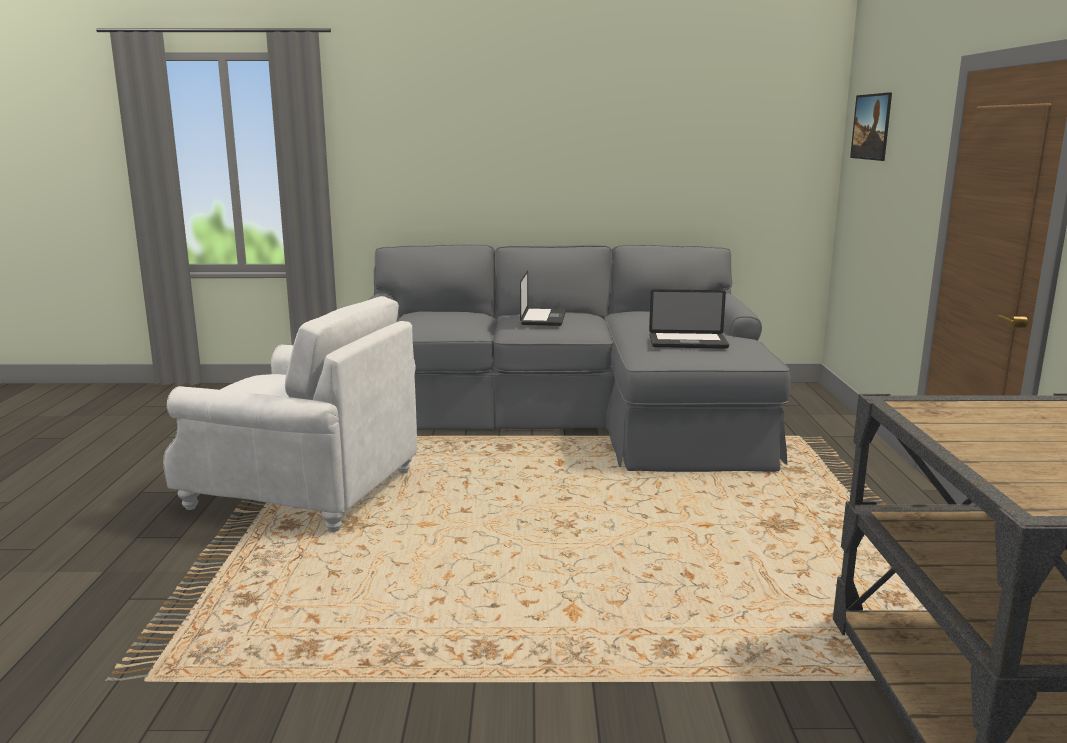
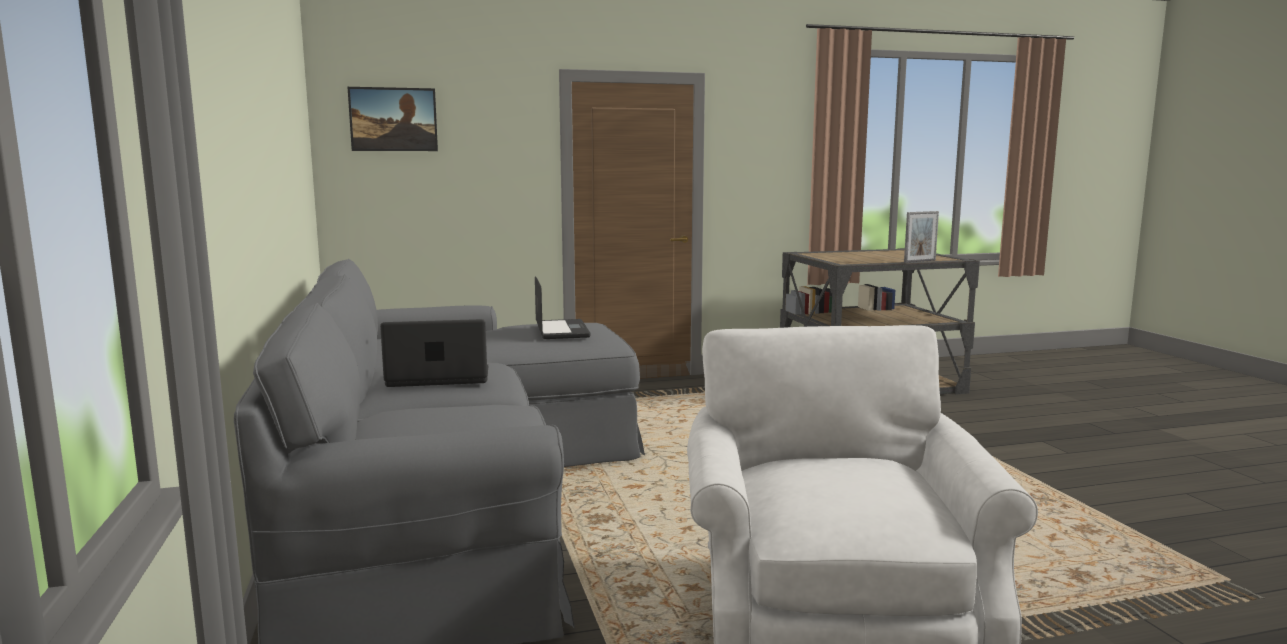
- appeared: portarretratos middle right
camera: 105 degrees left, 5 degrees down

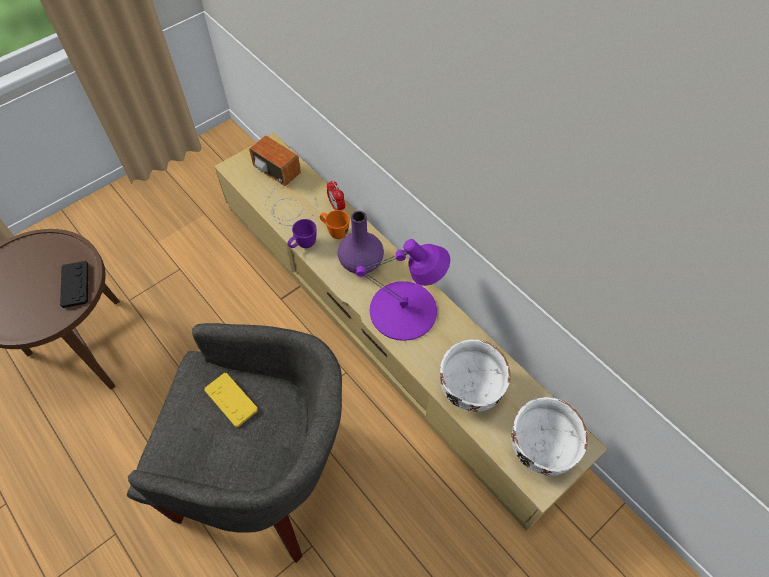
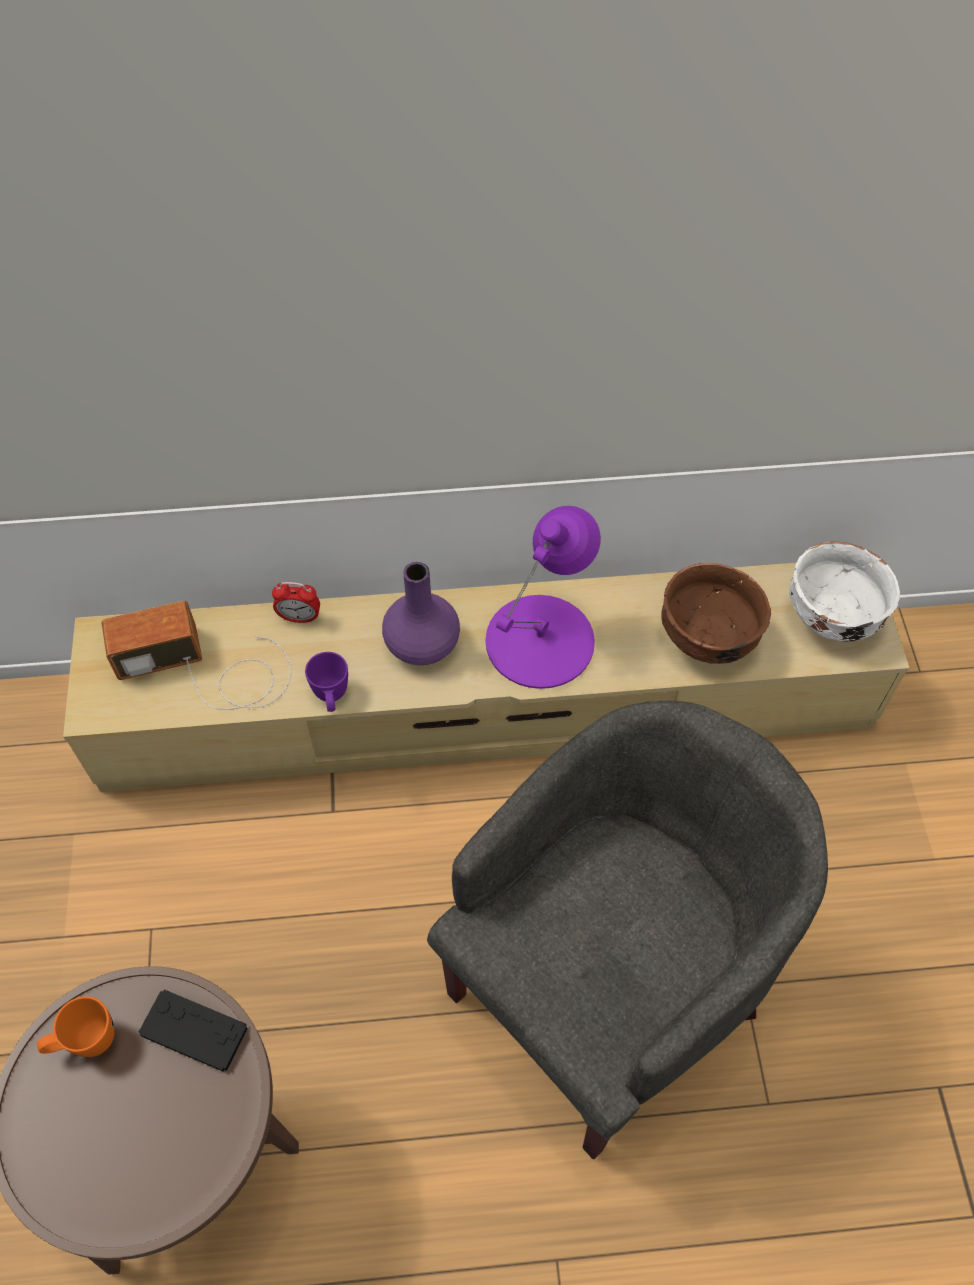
- relocated: taza grande (naranja) centre to bottom left
- colour: cuenco (blanco) (no. 1 from left) centre to cuenco (marrón) middle right
- missing: mando de consola (amarillo) bottom left
camera: 55 degrees left, 0 degrees up

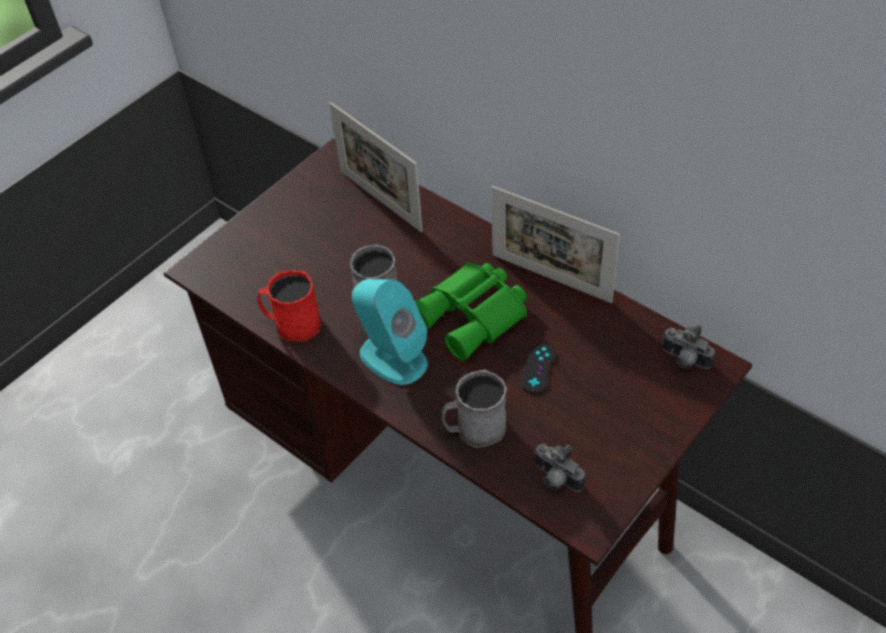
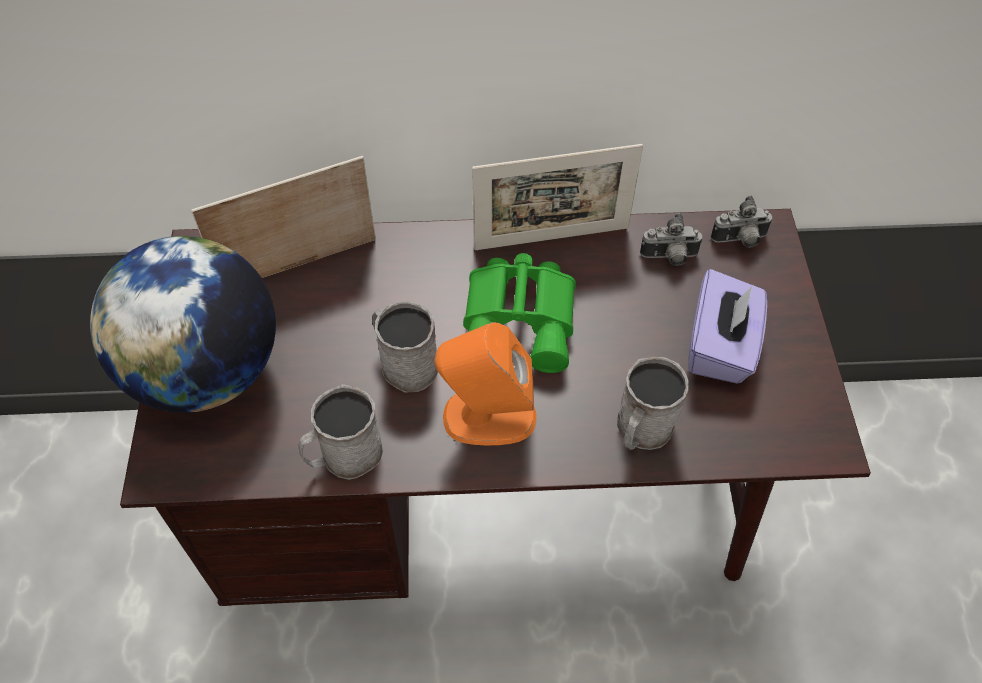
- spun: portarretratos (no. 1 from left) top centre = top left 150 degrees clockwise
- colour: taza grande (rojo) middle left to taza grande (gris) (no. 1 from left) centre
- colour: altavoz (turquesa) centre to altavoz (naranja) centre
- missing: mando de consola (negro) centre
- relocated: cámara (no. 1 from left) bottom centre to middle right
- appeared: globo terráqueo middle left
- appeared: caja de pañuelos (morado) middle right
camera: 45 degrees left, 5 degrees up

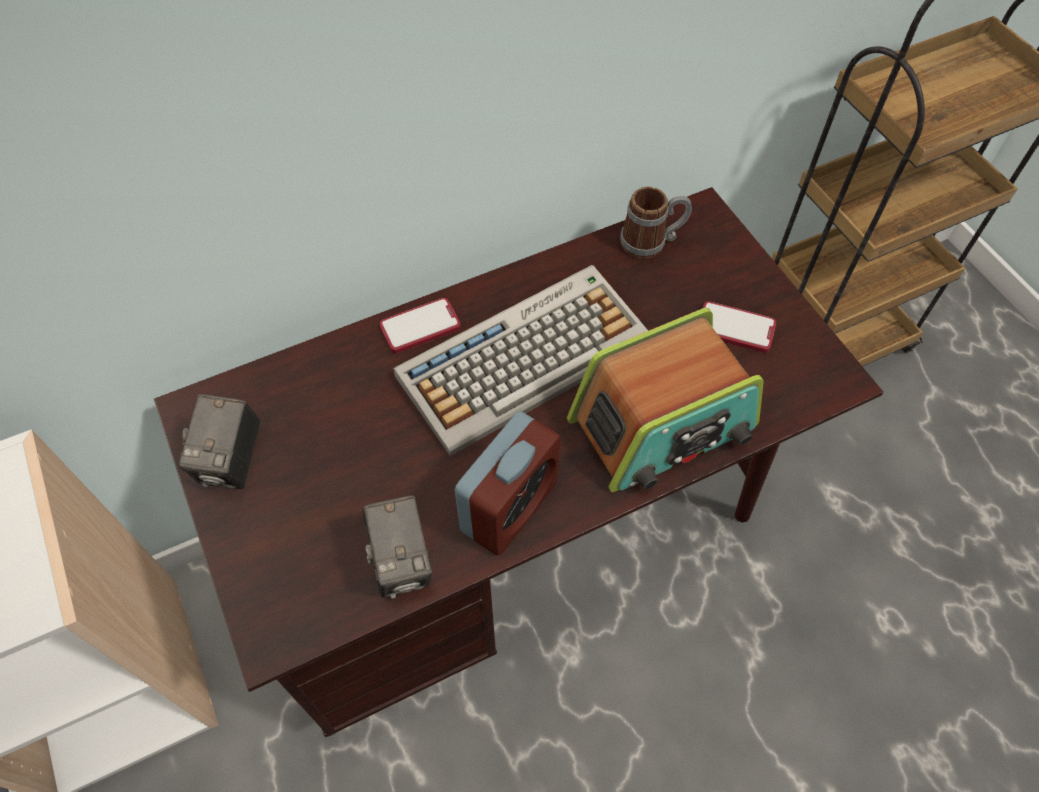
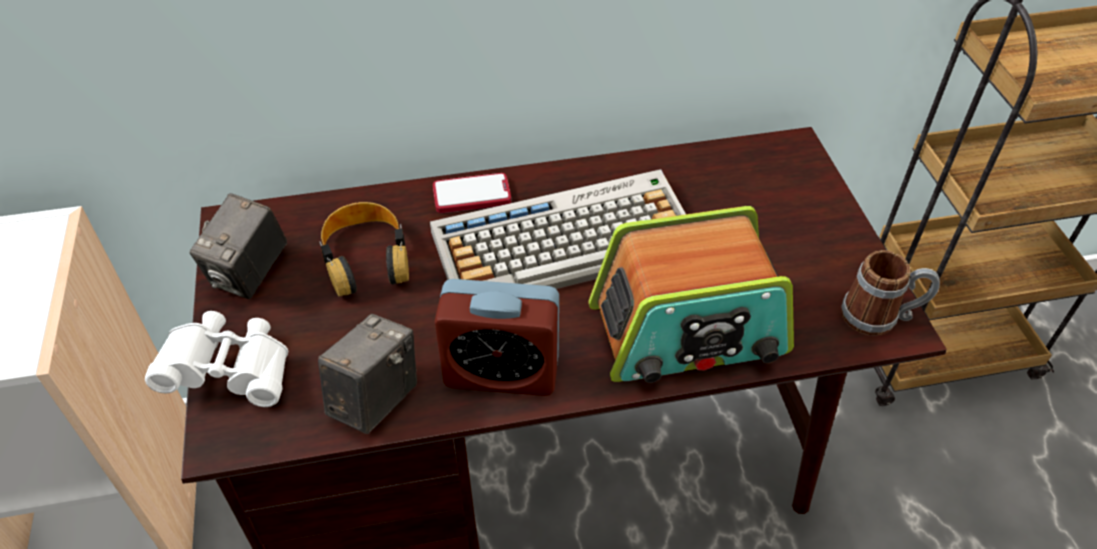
- relocated: taza grande top centre to middle right
- missing: móvil (no. 2 from left) middle right
- spun: despertador centre = centre 45 degrees clockwise
- spun: cámara (no. 2 from left) bottom centre = bottom centre 150 degrees counterclockwise
- appeared: auriculares middle left
- appeared: prismáticos (blanco) middle left
camera: 15 degrees right, 10 degrees down

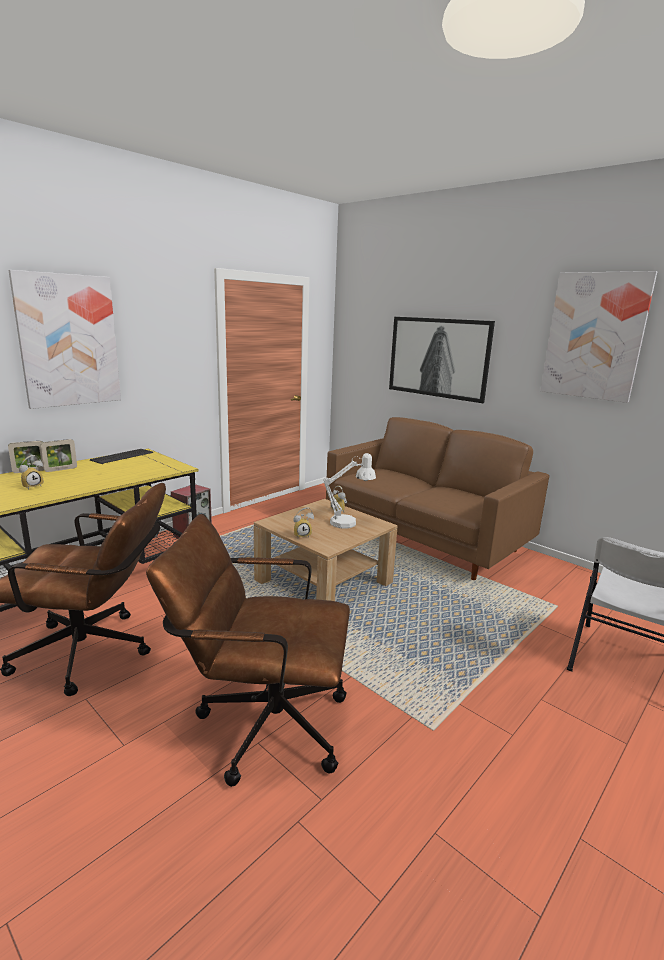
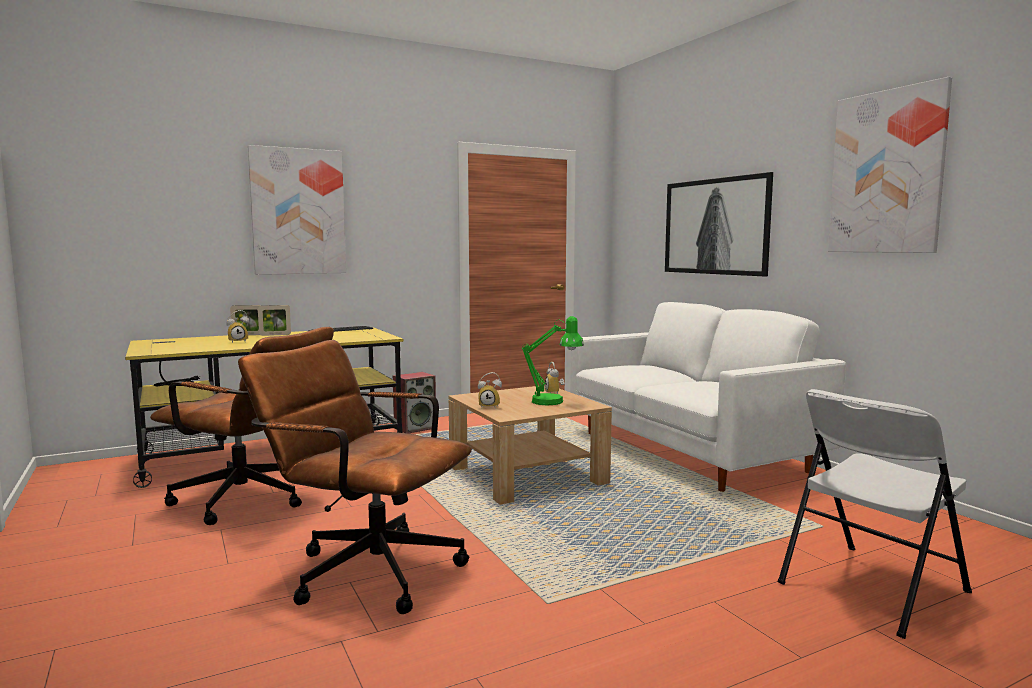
- colour: sofá (marrón) centre to sofá (blanco) middle right
- colour: lámpara de mesa (blanco) centre to lámpara de mesa (verde) centre
camera: 20 degrees right, 10 degrees down

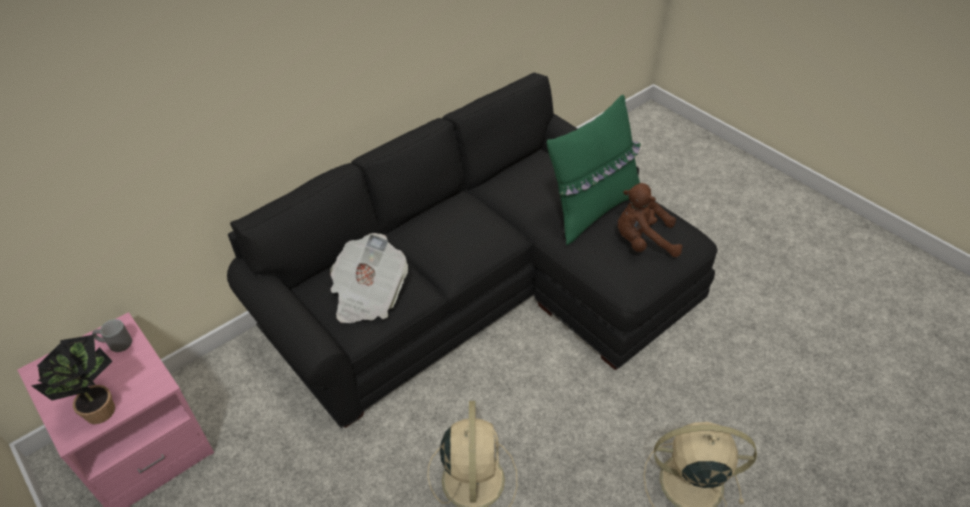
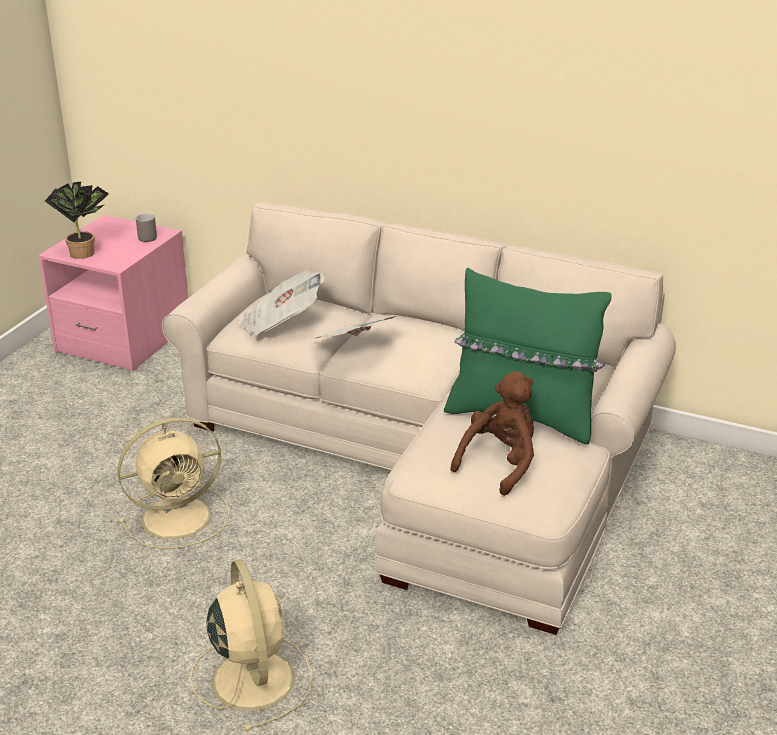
- colour: sofá (negro) centre to sofá (beis) centre
- spun: peluche (marrón) middle right = centre 60 degrees clockwise
- appeared: periódico (no. 2 from left) centre
camera: 65 degrees right, 15 degrees down

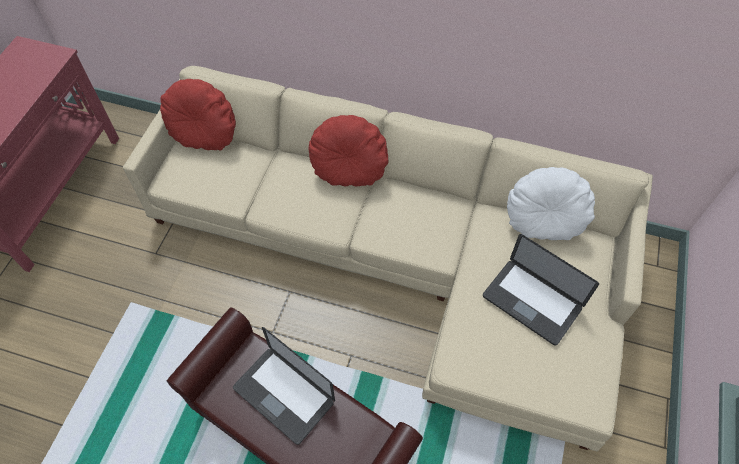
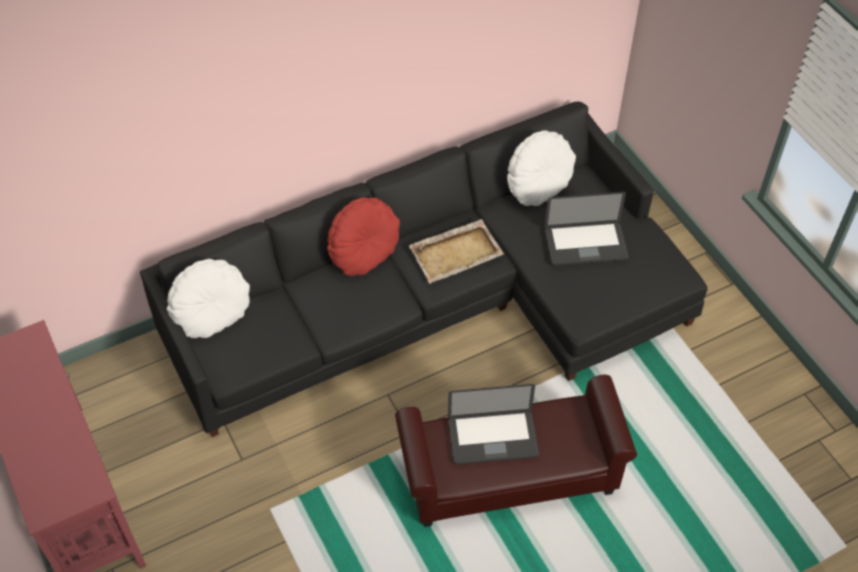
- colour: sofá (beis) centre to sofá (negro) centre
- colour: cojín (rojo) (no. 1 from left) top left to cojín (blanco) (no. 1 from left) middle left
- appeared: bandeja (beis) centre
camera: 45 degrees left, 5 degrees down

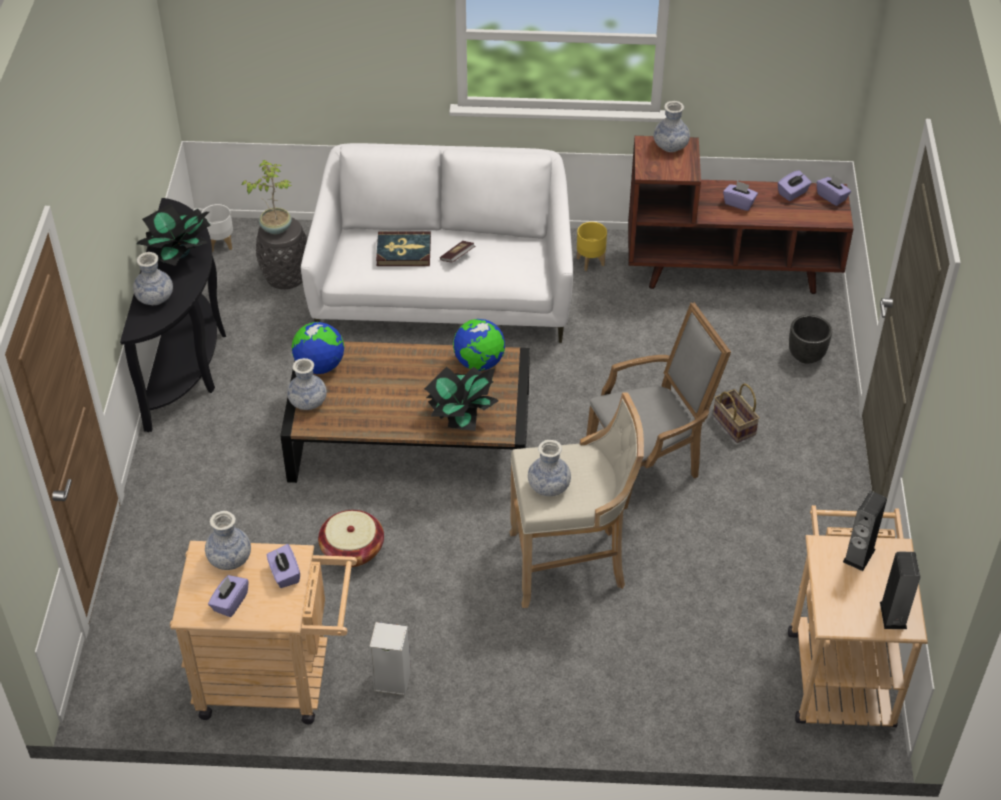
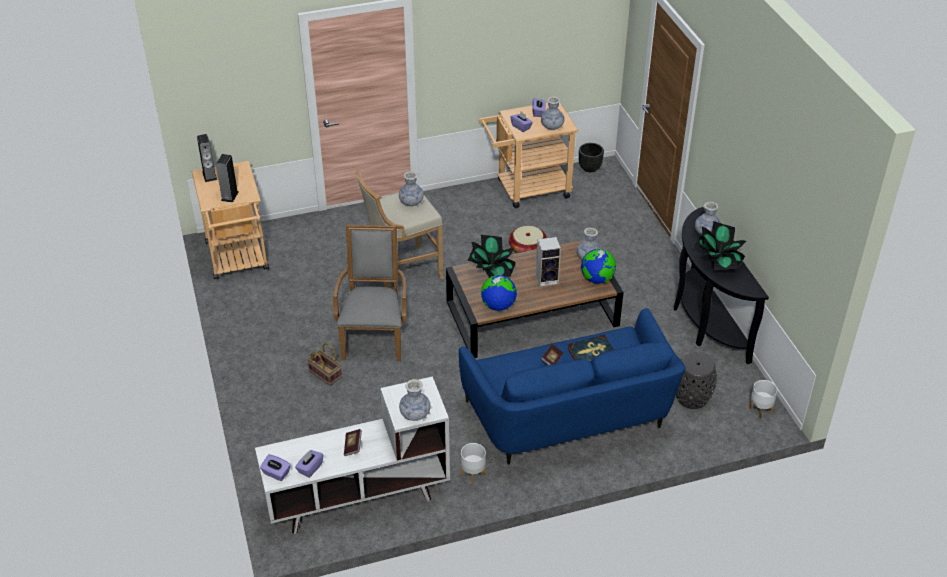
- colour: mueble de televisión (marrón) top right to mueble de televisión (blanco) bottom centre
- colour: sofá (blanco) top centre to sofá (azul) bottom centre
- missing: planta en maceta (no. 2 from left) top left
- exchanged: caja de pañuelos (morado) (no. 3 from left) top right to libro (no. 1 from left) bottom centre
- colour: maceta (amarillo) top centre to maceta (blanco) (no. 1 from left) bottom centre
- spun: sillón (gris) centre = centre 135 degrees clockwise
- relocated: maceta (negro) middle right to top centre
- relocated: altavoz (no. 1 from left in the first image) bottom centre to altavoz (no. 3 from left) centre
camera: 160 degrees right, 5 degrees down

